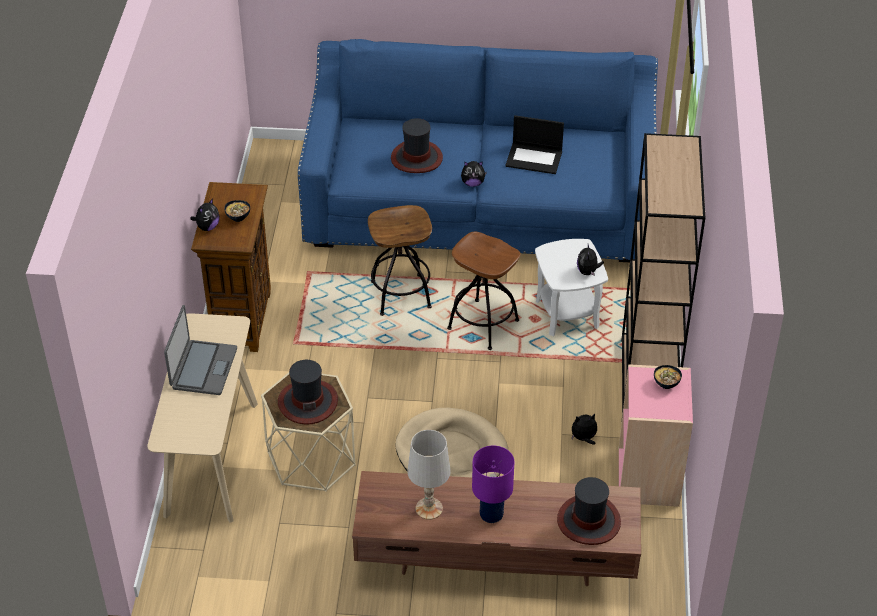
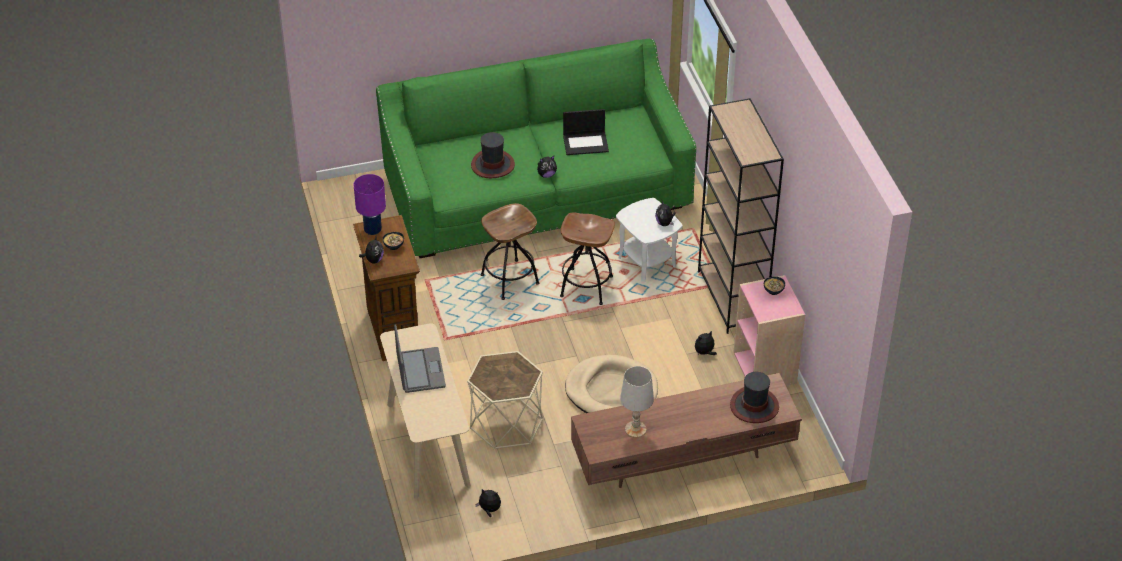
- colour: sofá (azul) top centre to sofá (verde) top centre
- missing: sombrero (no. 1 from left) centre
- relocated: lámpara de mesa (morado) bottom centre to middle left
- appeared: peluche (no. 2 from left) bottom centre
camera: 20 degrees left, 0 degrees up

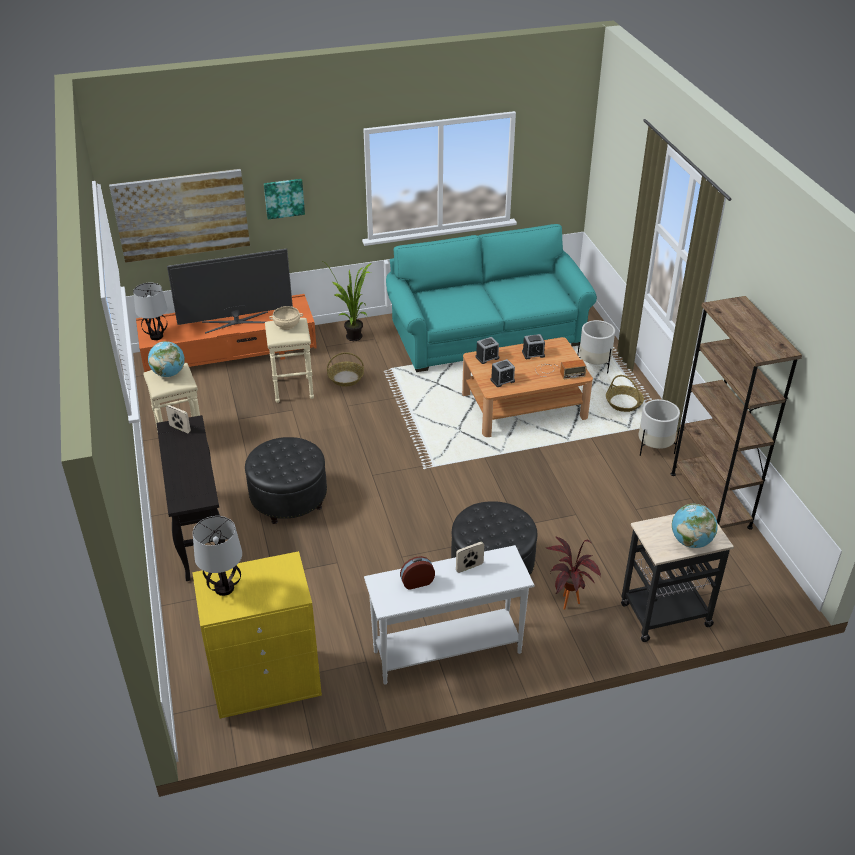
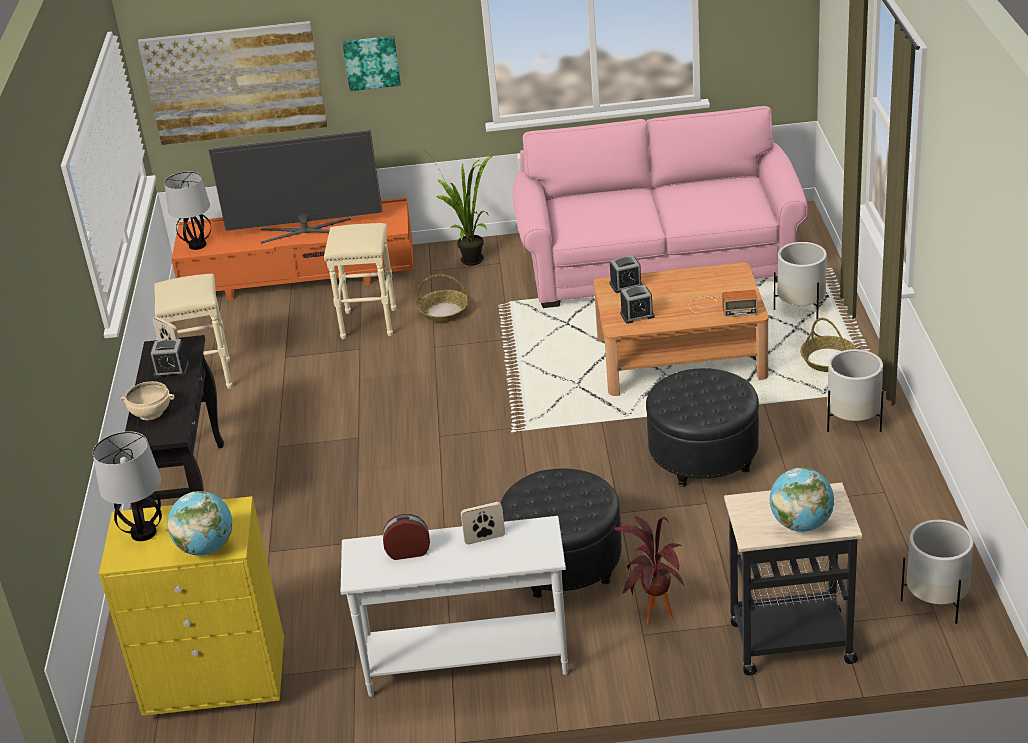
- colour: sofá (turquesa) centre to sofá (rosa) top centre
- missing: estantería (marrón) middle right
- relocated: cuenco (beis) centre to middle left
- relocated: despertador (no. 4 from left in the first image) centre to despertador (no. 1 from left) middle left
- relocated: globo terráqueo (no. 1 from left) middle left to bottom left
- relocated: puf (negro) (no. 1 from left in the first image) centre to puf (negro) (no. 2 from left) middle right
- appeared: maceta (blanco) (no. 3 from left) bottom right
camera: 15 degrees right, 5 degrees down

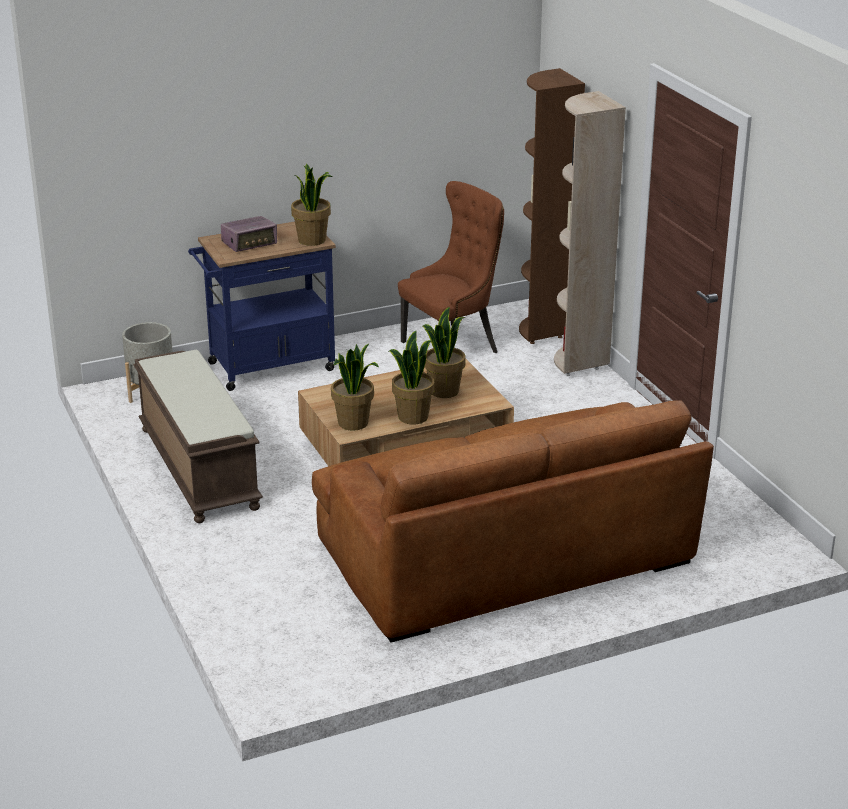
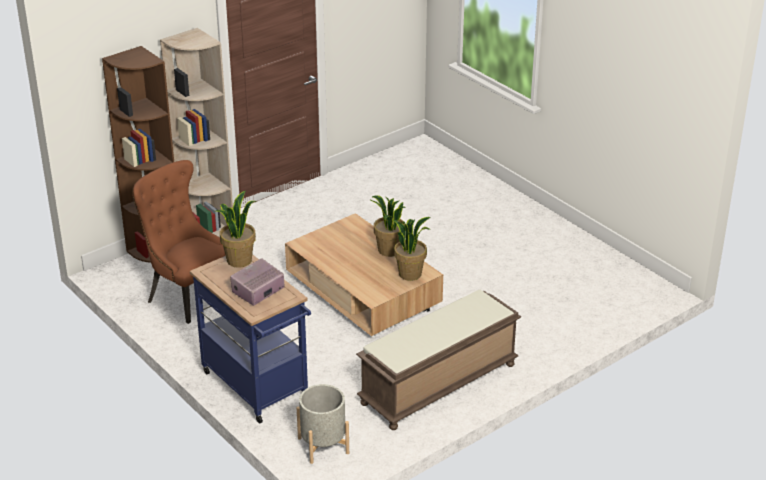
- spun: radio top left = centre 90 degrees counterclockwise
- missing: planta en maceta (no. 4 from left) centre
- missing: sofá (marrón) centre
camera: 105 degrees left, 5 degrees up

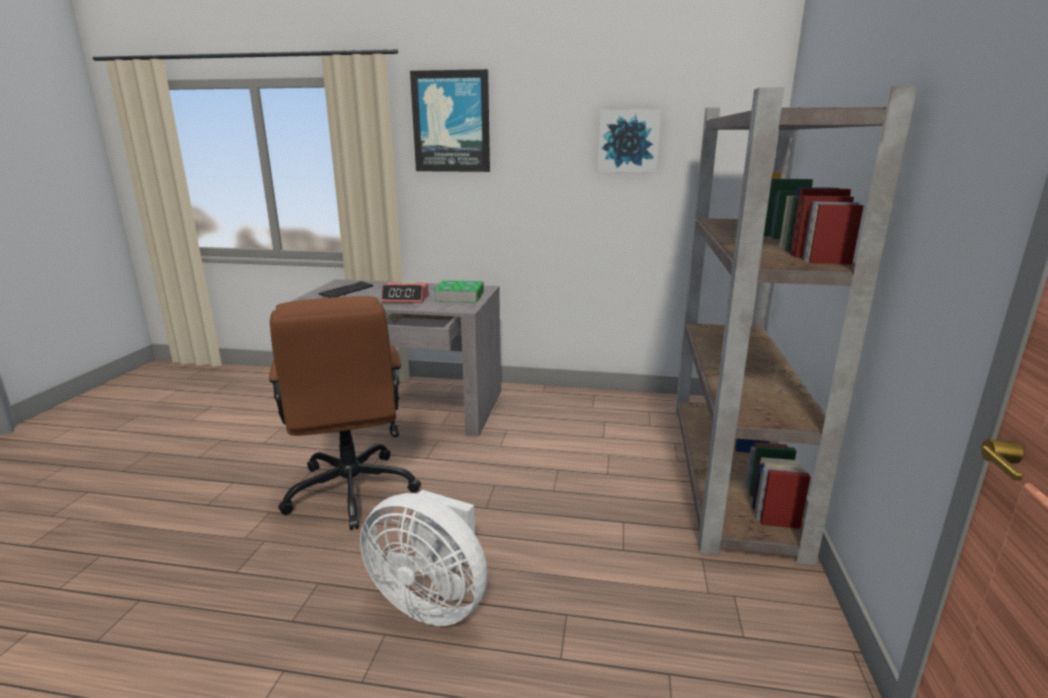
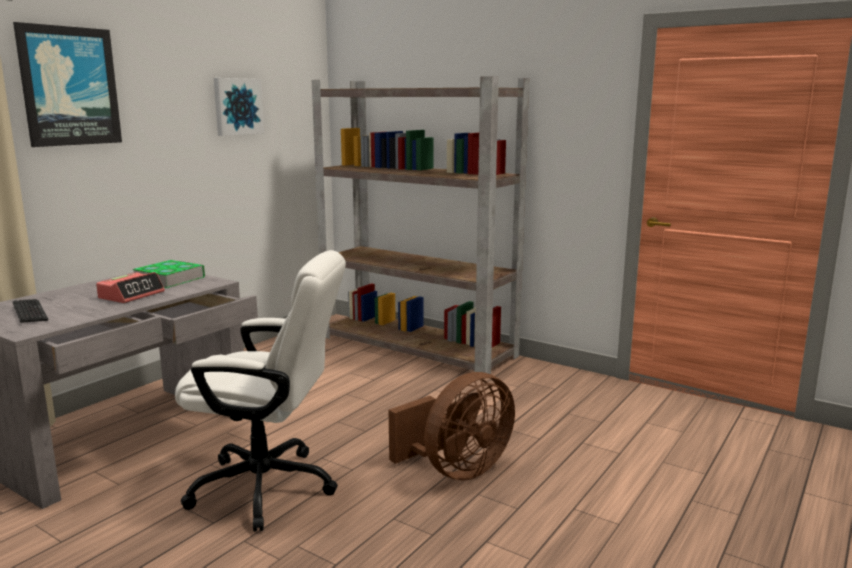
- colour: silla de oficina (marrón) middle left to silla de oficina (blanco) bottom left
- colour: ventilador (blanco) bottom centre to ventilador (marrón) bottom centre
camera: 65 degrees left, 5 degrees down

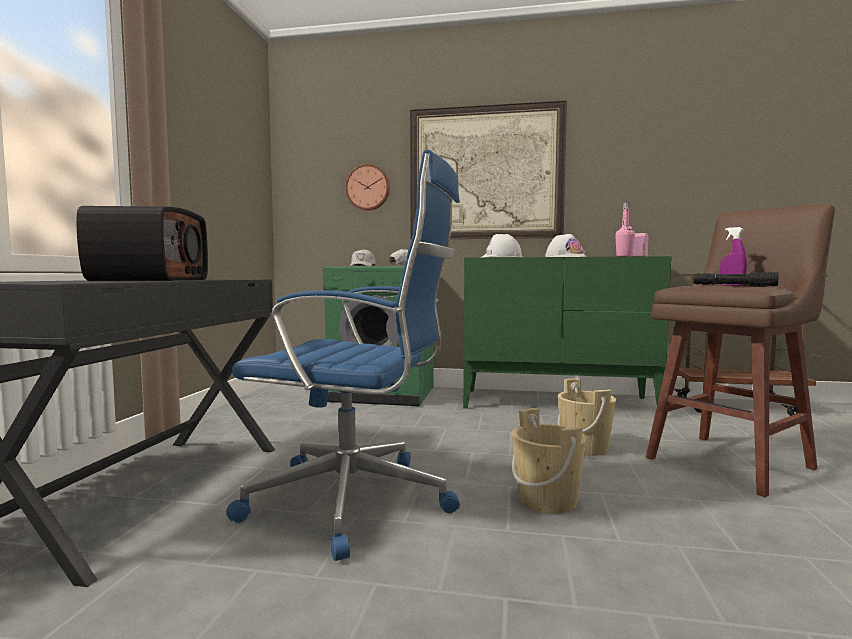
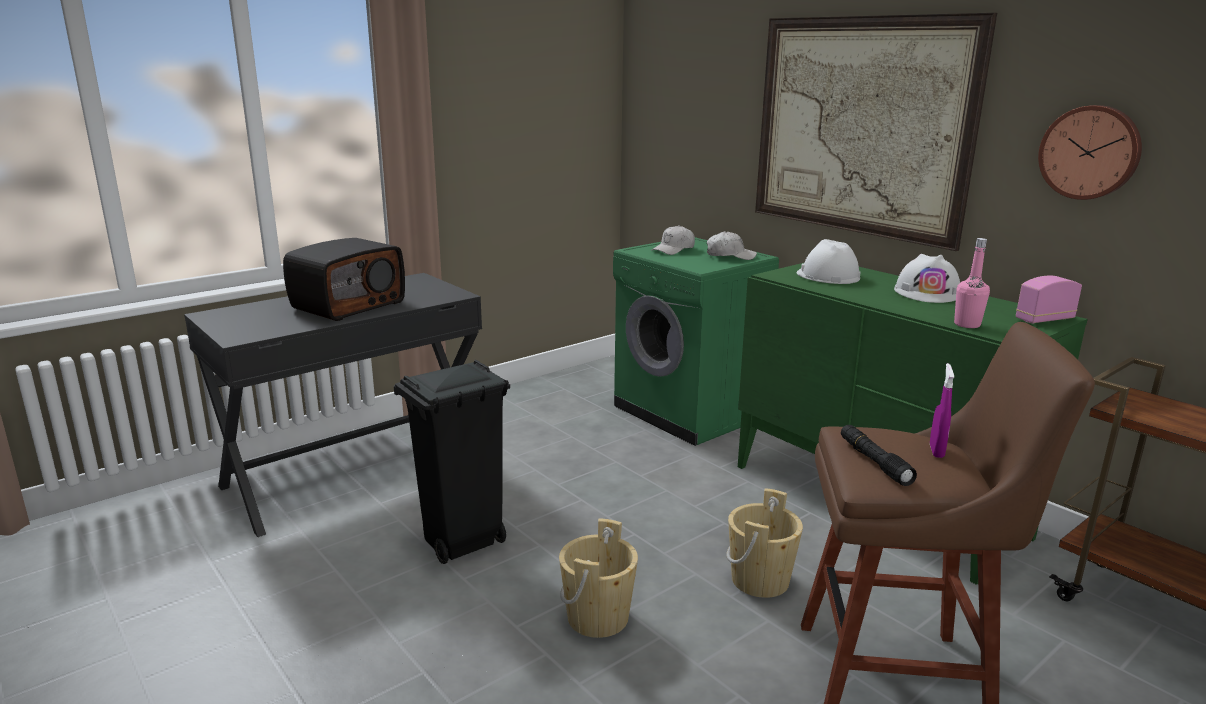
- exchanged: silla de oficina (azul) centre to papelera (negro) centre
- relocated: reloj de pared top centre to top right
camera: 40 degrees right, 15 degrees up

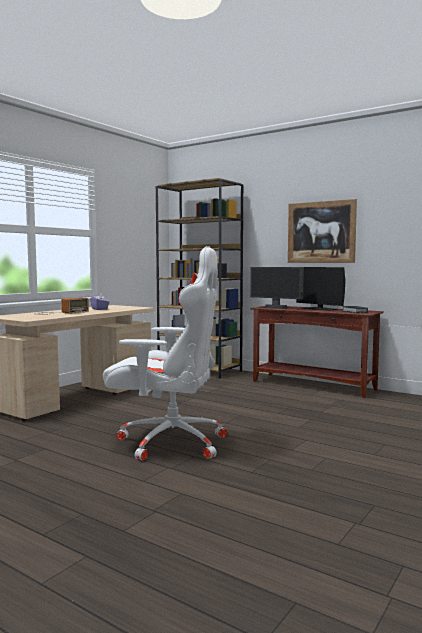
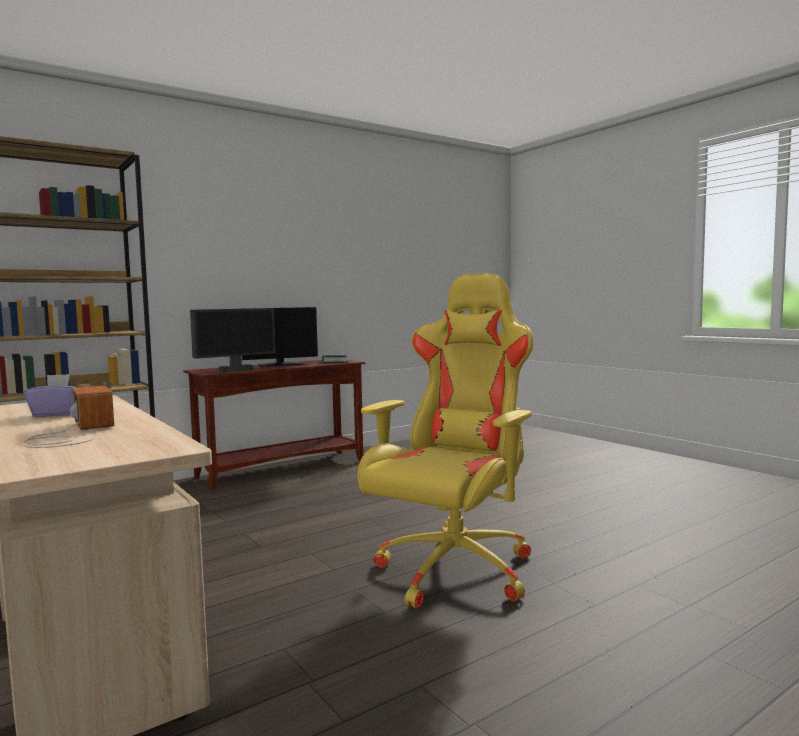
- missing: cuadro middle right
- colour: silla de oficina (blanco) centre to silla de oficina (amarillo) centre
camera: 70 degrees left, 0 degrees up

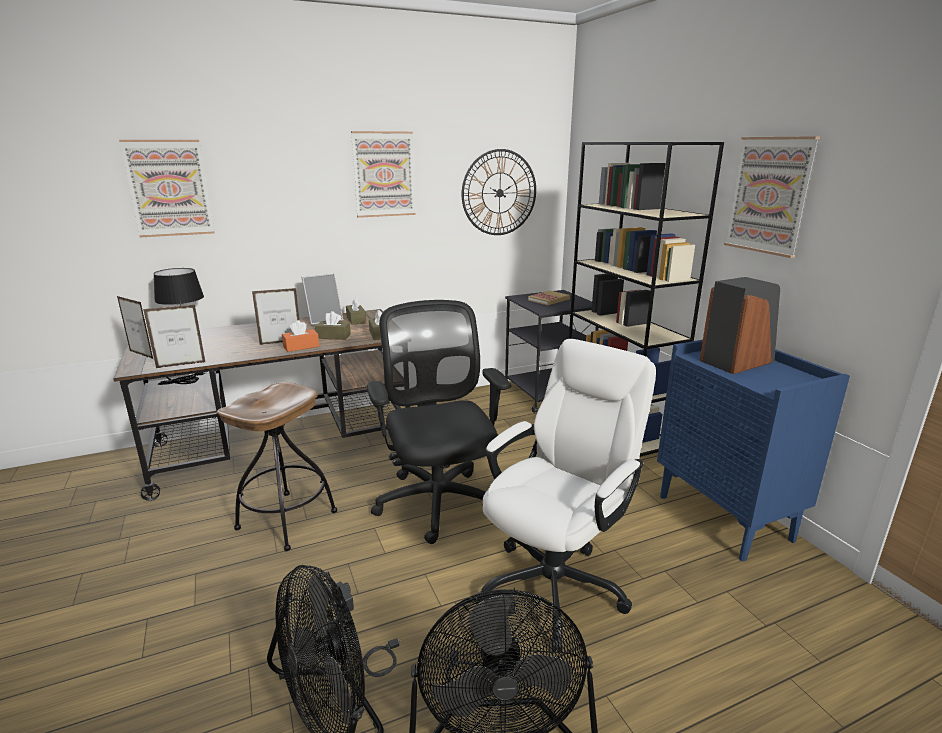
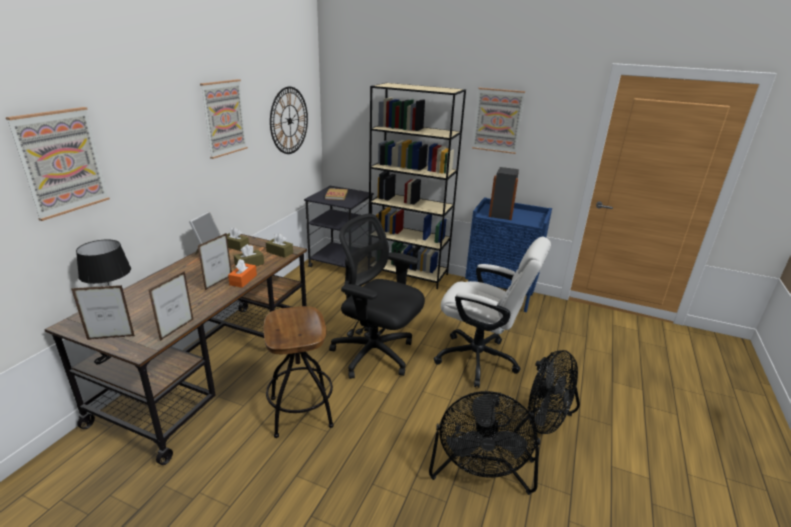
- spun: silla de oficina (blanco) bottom centre = centre 120 degrees clockwise
camera: 45 degrees left, 5 degrees up

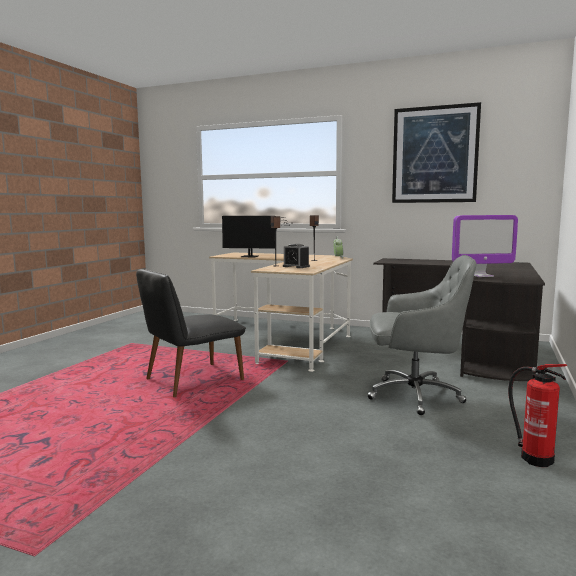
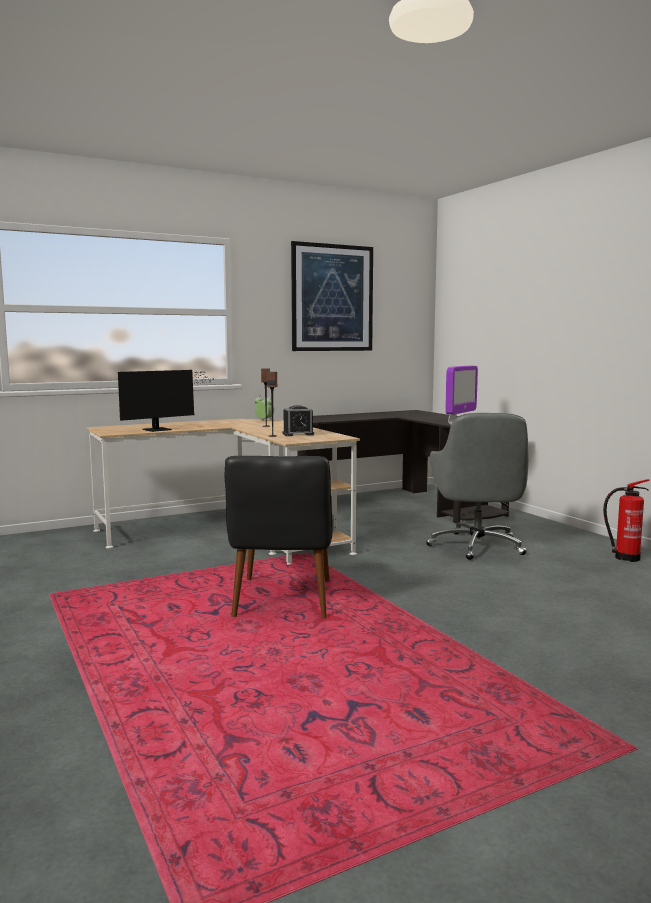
- spun: silla de oficina (gris) middle right = middle right 135 degrees clockwise
camera: 50 degrees left, 0 degrees up

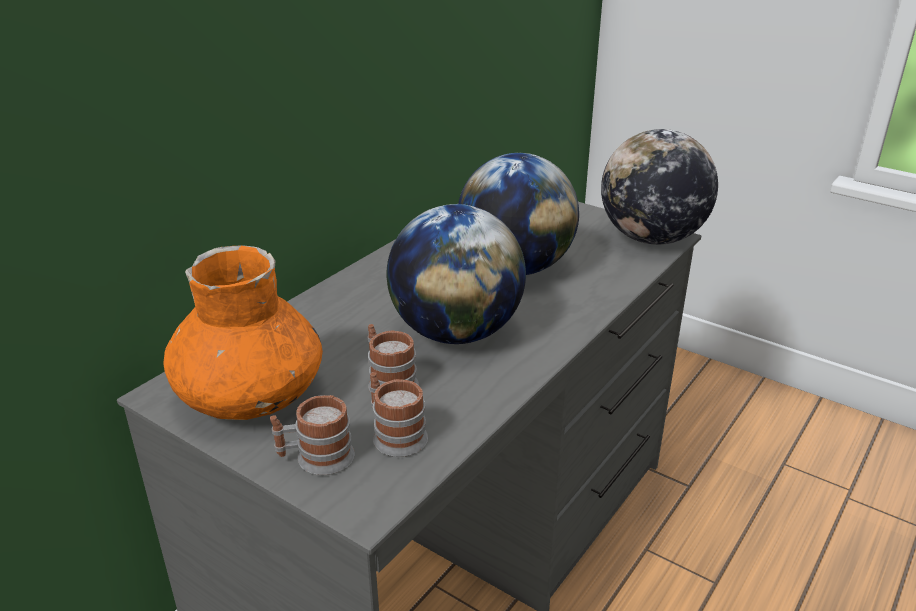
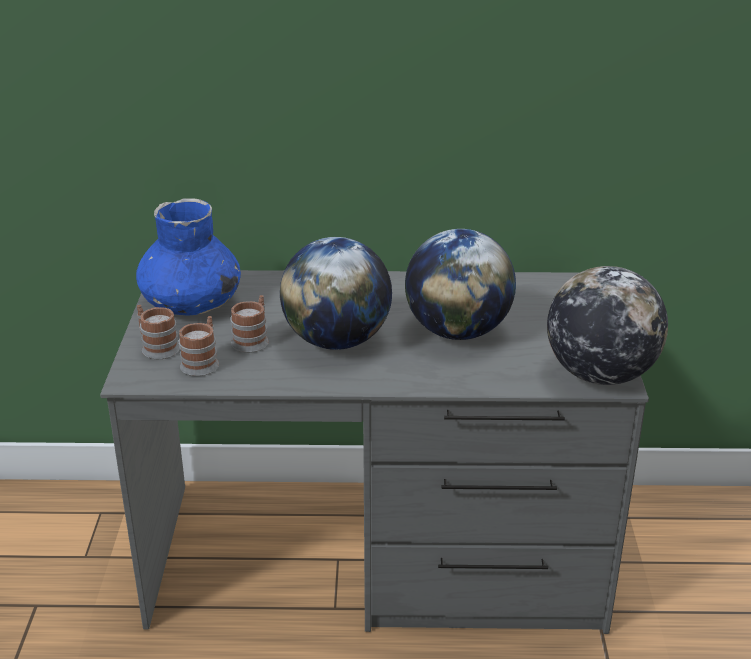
- colour: florero (naranja) middle left to florero (azul) middle left
camera: 55 degrees right, 0 degrees up

